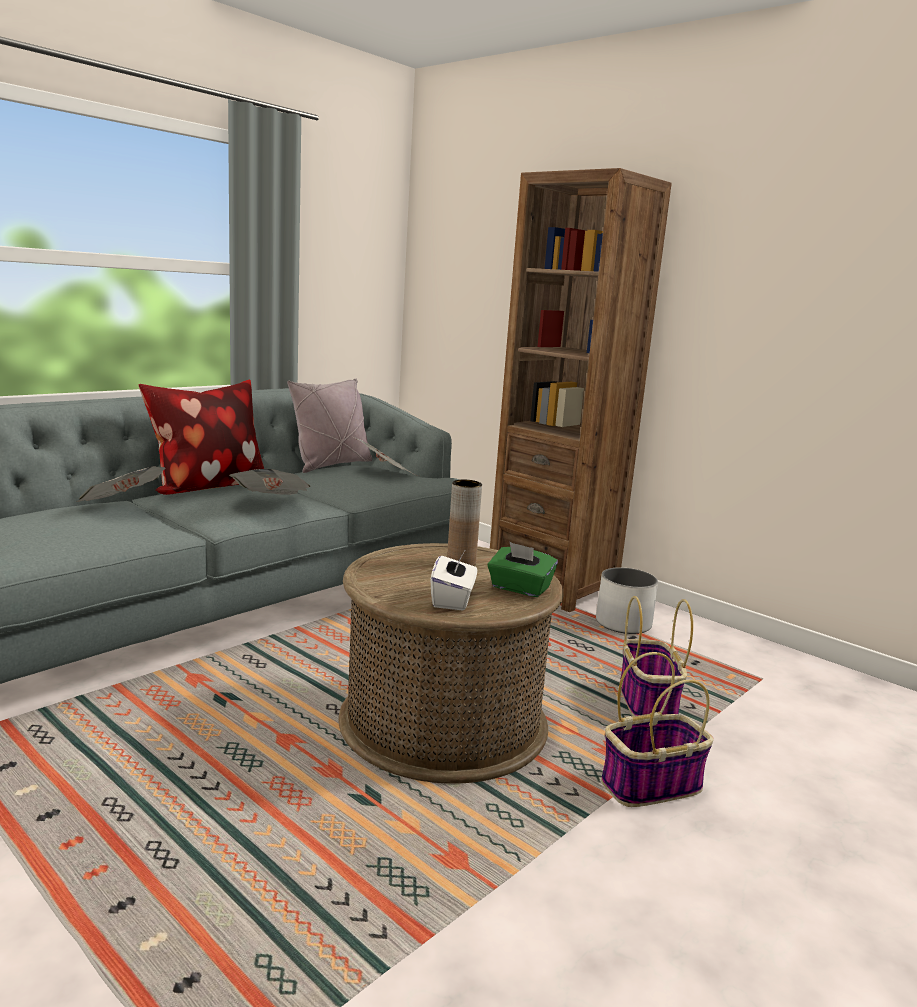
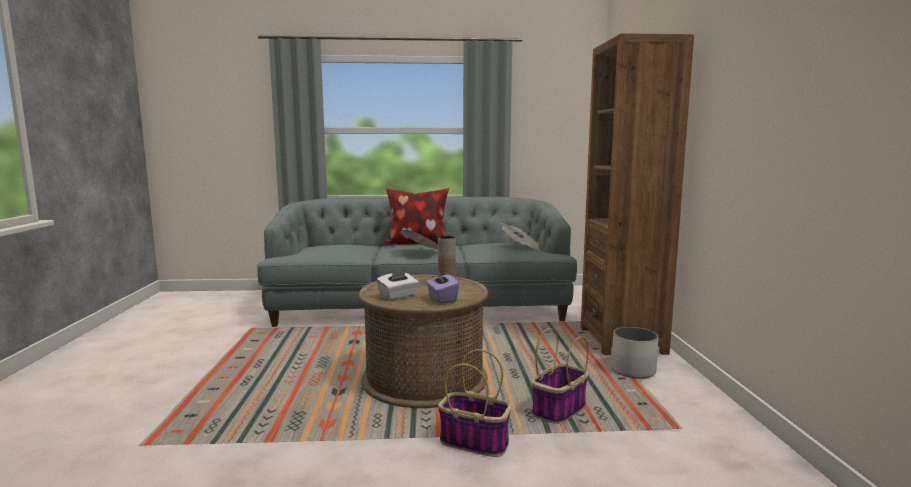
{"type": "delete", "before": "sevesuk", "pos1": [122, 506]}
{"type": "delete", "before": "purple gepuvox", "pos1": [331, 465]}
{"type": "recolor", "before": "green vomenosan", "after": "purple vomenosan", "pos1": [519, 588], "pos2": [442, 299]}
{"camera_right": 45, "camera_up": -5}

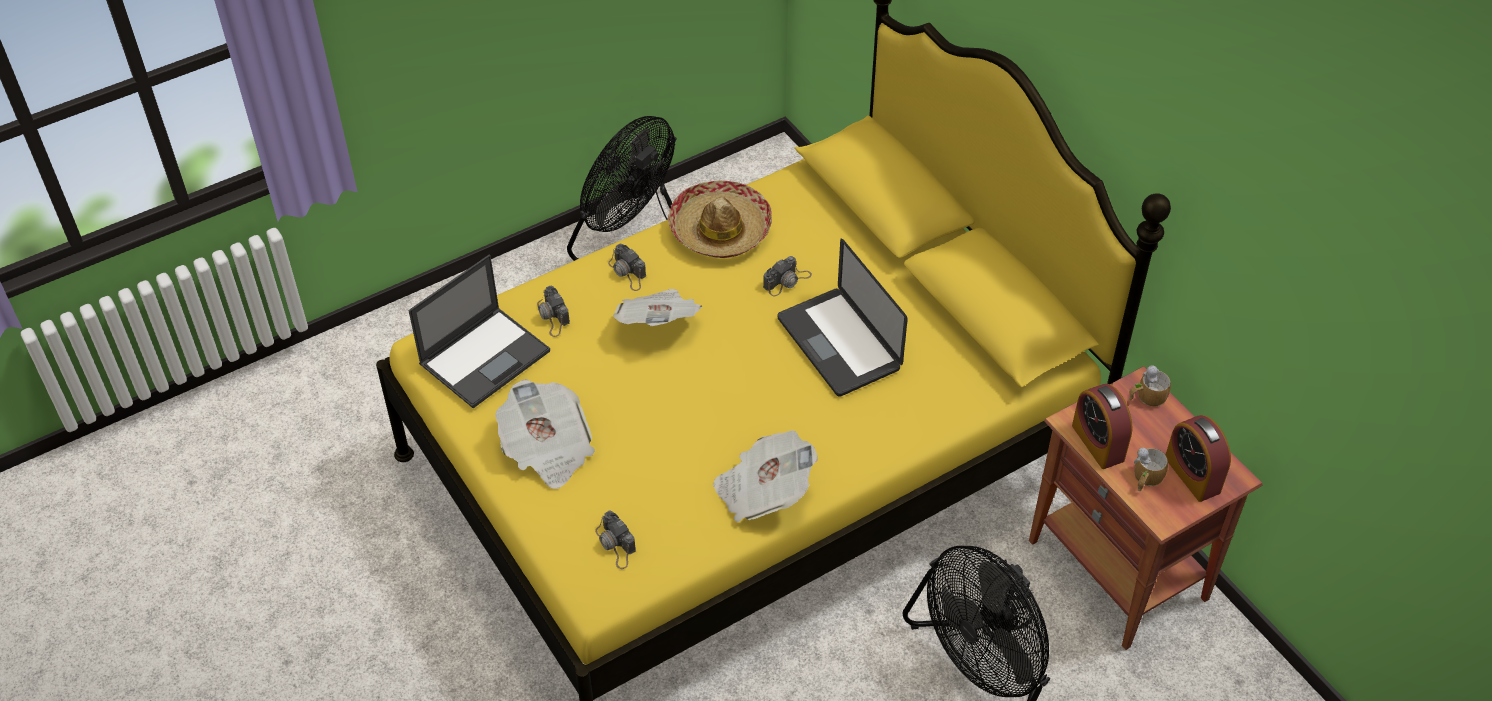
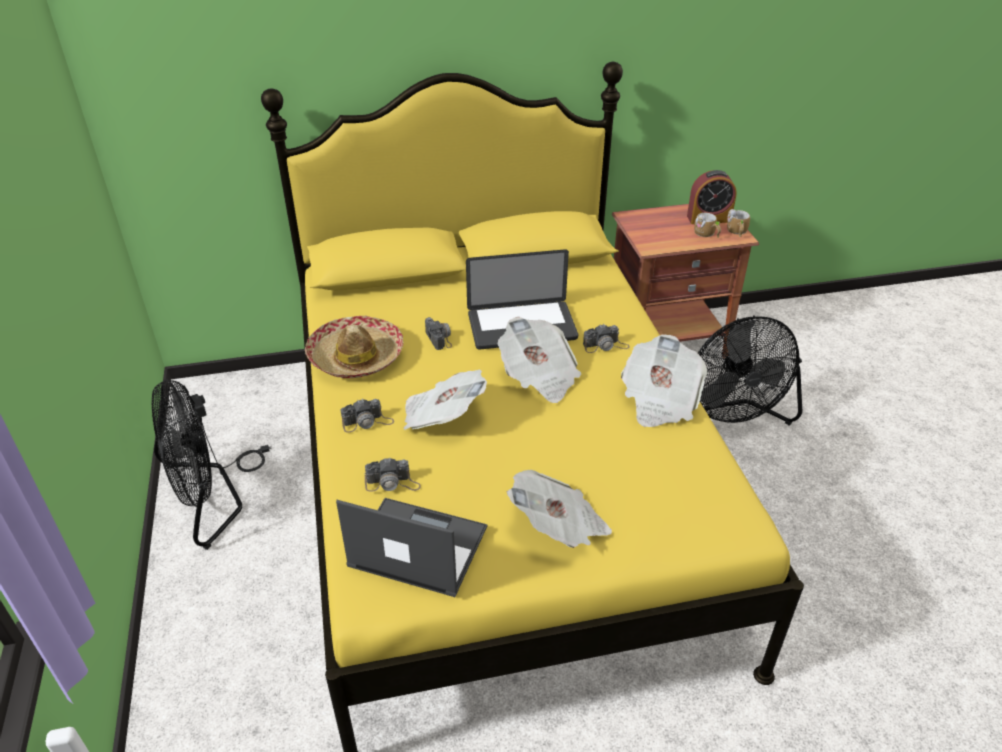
{"type": "delete", "before": "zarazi", "pos1": [1098, 443]}
{"type": "insert", "after": "sevesuk", "pos2": [539, 377]}
{"type": "move", "before": "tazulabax", "pos1": [616, 544], "pos2": [605, 346]}
{"type": "move", "before": "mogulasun", "pos1": [1146, 397], "pos2": [737, 232]}
{"type": "rotate", "before": "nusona", "pos1": [486, 356], "pos2": [416, 546], "turn": -45}
{"camera_right": -70, "camera_up": -10}

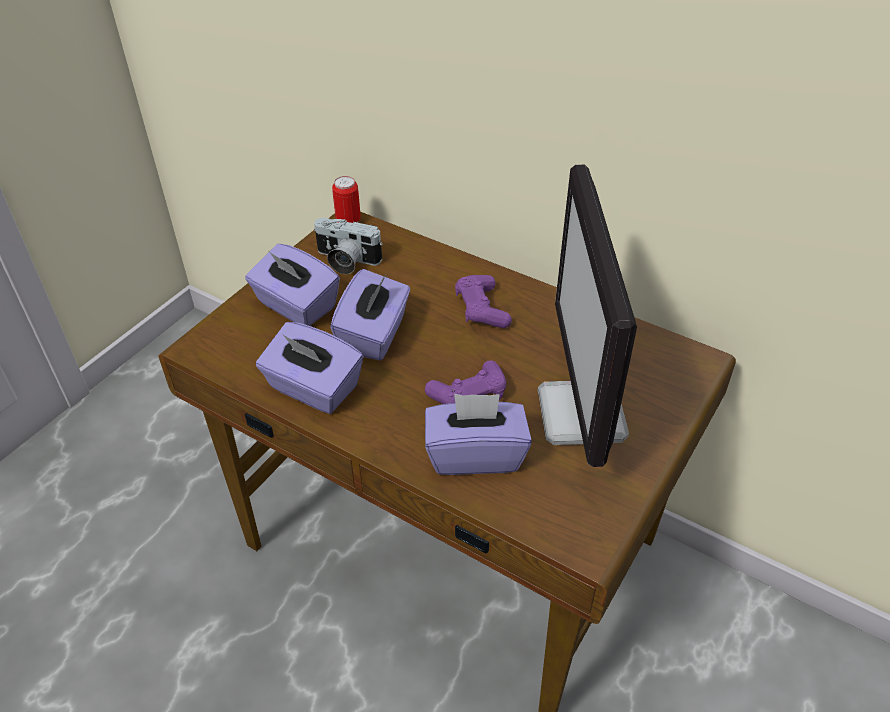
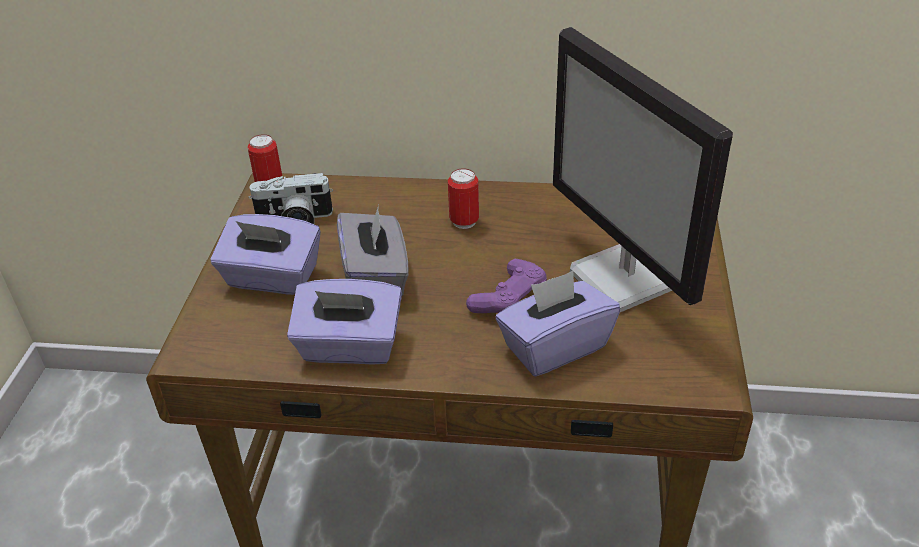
{"type": "replace", "before": "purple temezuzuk", "after": "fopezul", "pos1": [481, 309], "pos2": [464, 222]}
{"type": "recolor", "before": "purple vomenosan", "after": "grey vomenosan", "pos1": [374, 335], "pos2": [376, 278]}
{"camera_right": -25, "camera_up": -5}

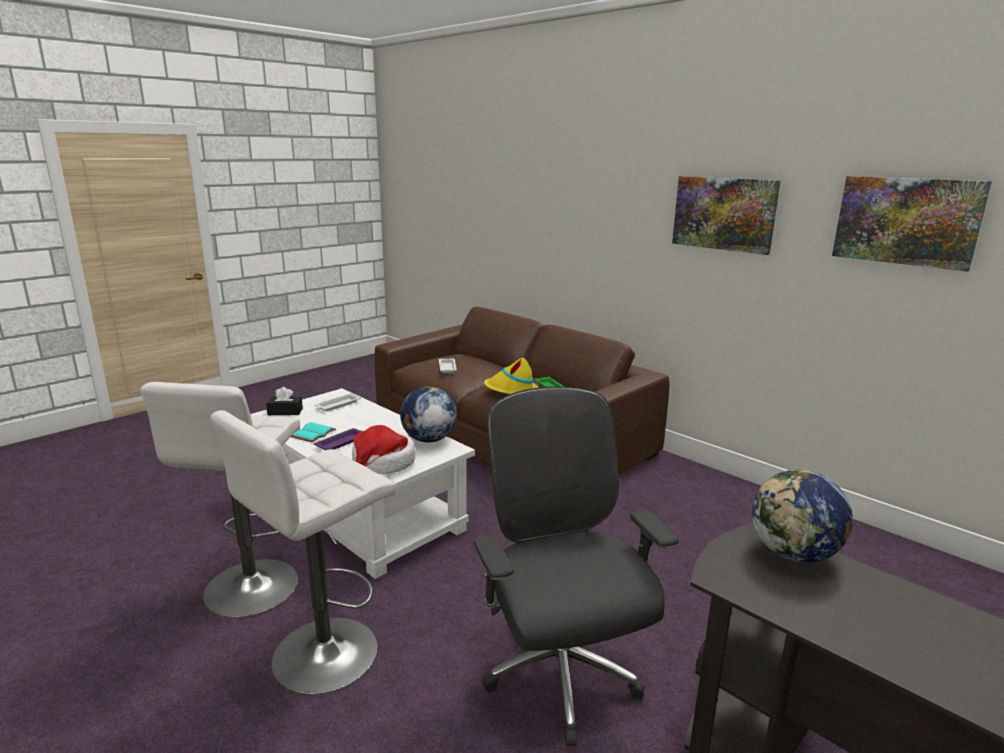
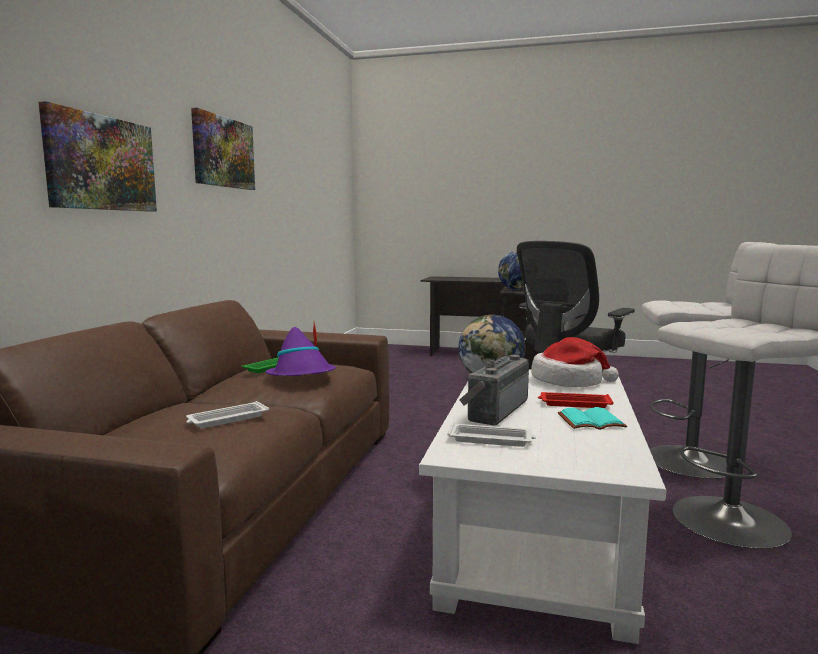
{"type": "delete", "before": "black vomenosan", "pos1": [285, 412]}
{"type": "insert", "after": "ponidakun", "pos2": [494, 410]}
{"type": "move", "before": "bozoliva", "pos1": [906, 221], "pos2": [101, 163]}
{"type": "recolor", "before": "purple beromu", "after": "red beromu", "pos1": [341, 442], "pos2": [574, 404]}
{"type": "recolor", "before": "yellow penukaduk", "after": "purple penukaduk", "pos1": [511, 390], "pos2": [302, 376]}
{"camera_right": -120, "camera_up": -10}

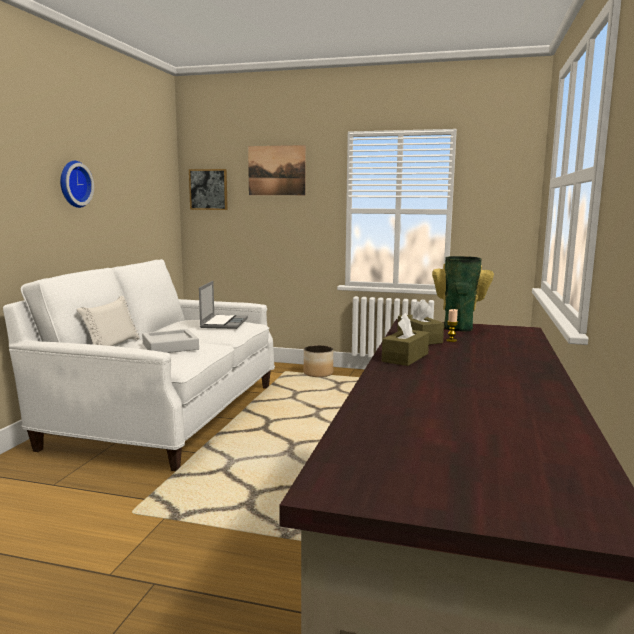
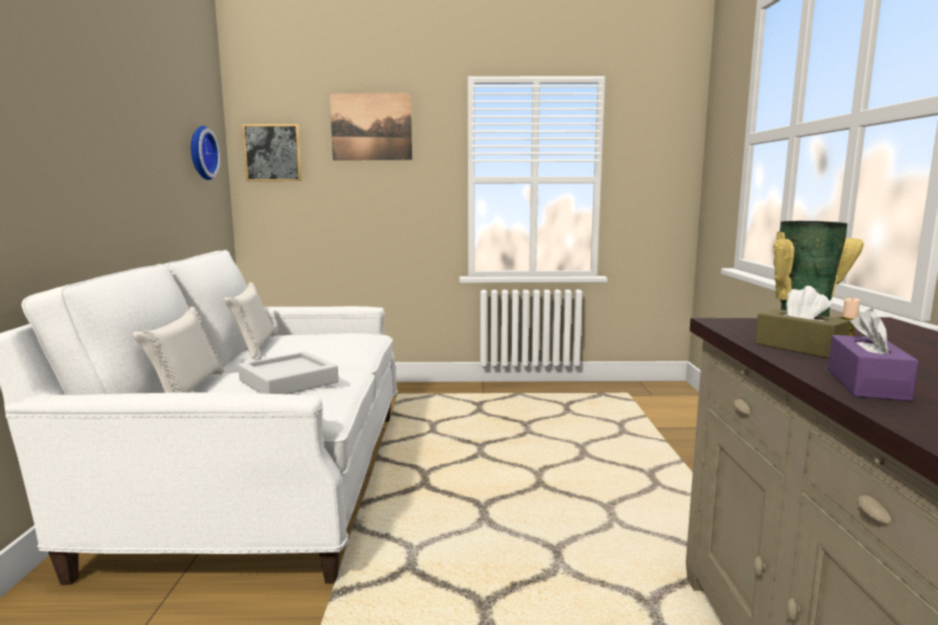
{"type": "delete", "before": "nusona", "pos1": [223, 323]}
{"type": "delete", "before": "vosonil", "pos1": [318, 373]}
{"type": "insert", "after": "white gepuvox", "pos2": [254, 346]}
{"type": "move", "before": "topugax", "pos1": [73, 184], "pos2": [200, 153]}
{"type": "recolor", "before": "brown vomenosan", "after": "purple vomenosan", "pos1": [405, 357], "pos2": [866, 384]}
{"camera_right": -15, "camera_up": 0}

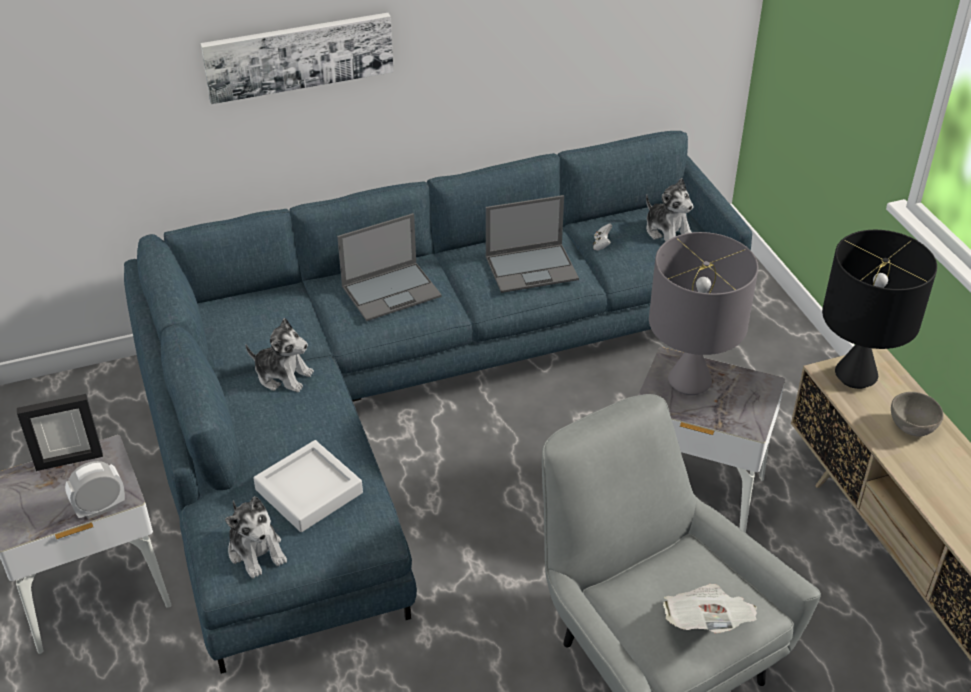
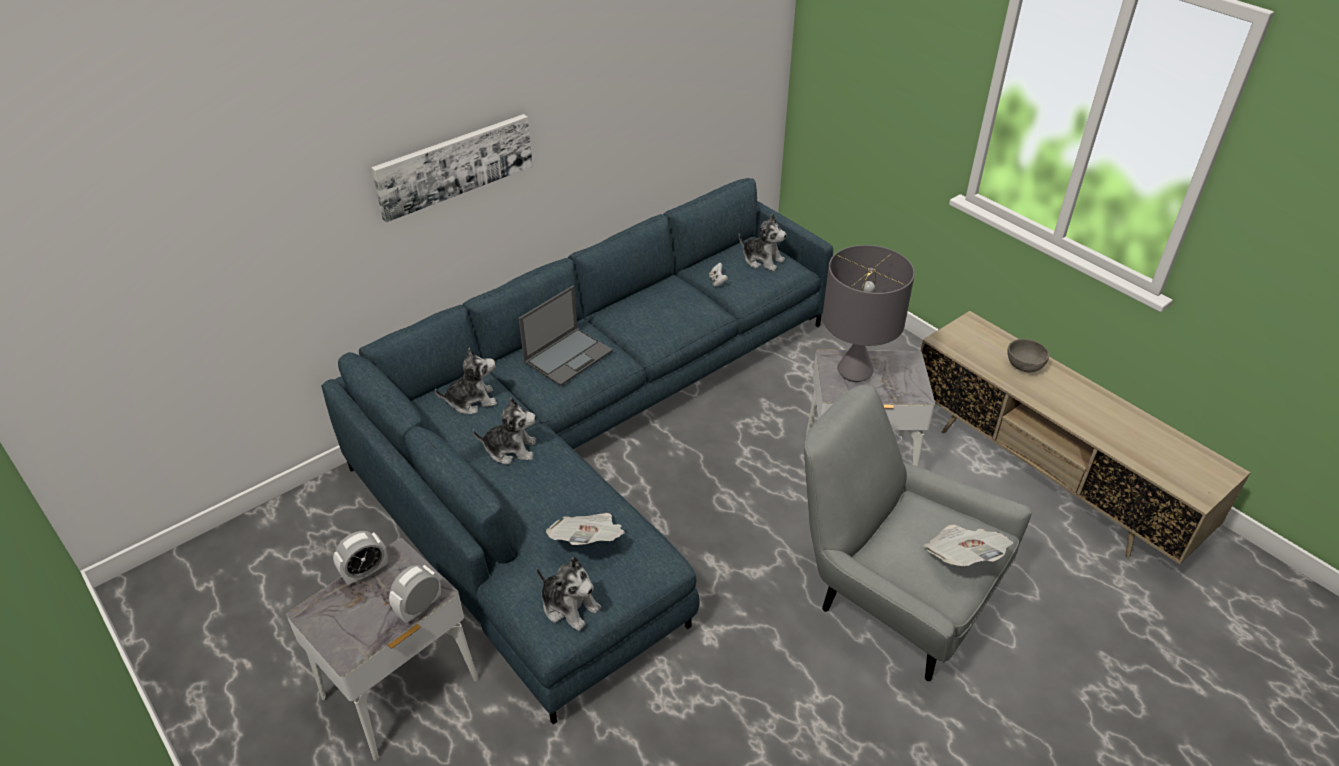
{"type": "delete", "before": "nusona", "pos1": [532, 268]}
{"type": "delete", "before": "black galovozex", "pos1": [855, 377]}
{"type": "insert", "after": "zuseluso", "pos2": [471, 401]}
{"type": "replace", "before": "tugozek", "after": "zarazi", "pos1": [69, 459], "pos2": [365, 573]}
{"type": "replace", "before": "grey beromu", "after": "sevesuk", "pos1": [309, 491], "pos2": [588, 541]}
{"camera_right": -20, "camera_up": 0}

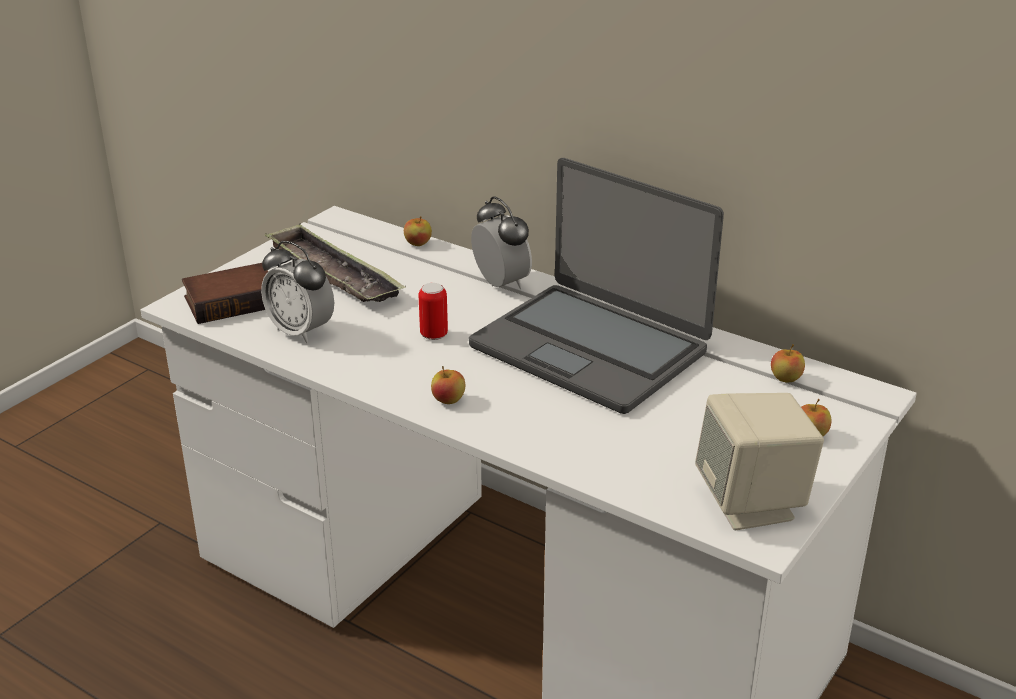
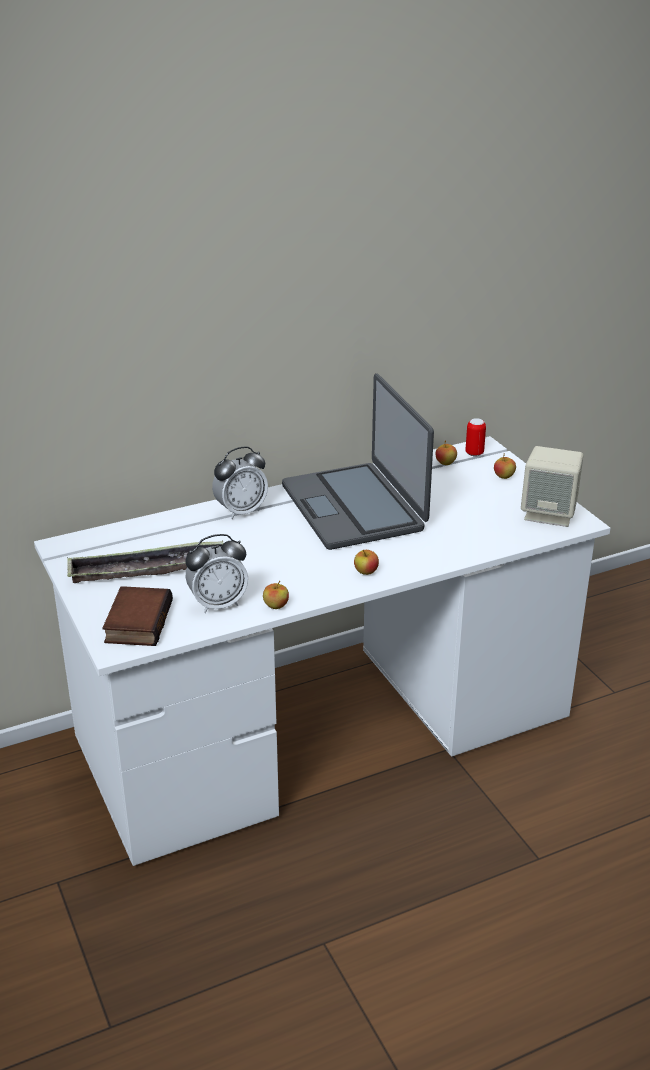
{"type": "move", "before": "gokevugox", "pos1": [418, 243], "pos2": [276, 606]}
{"type": "move", "before": "fopezul", "pos1": [434, 335], "pos2": [474, 453]}
{"type": "rotate", "before": "nusona", "pos1": [590, 348], "pos2": [354, 507], "turn": 90}
{"type": "rotate", "before": "zarazi", "pos1": [501, 284], "pos2": [241, 511], "turn": 150}
{"camera_right": -60, "camera_up": 0}

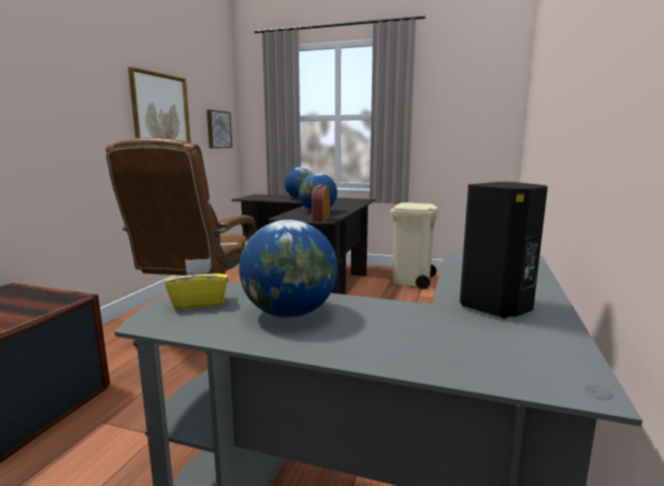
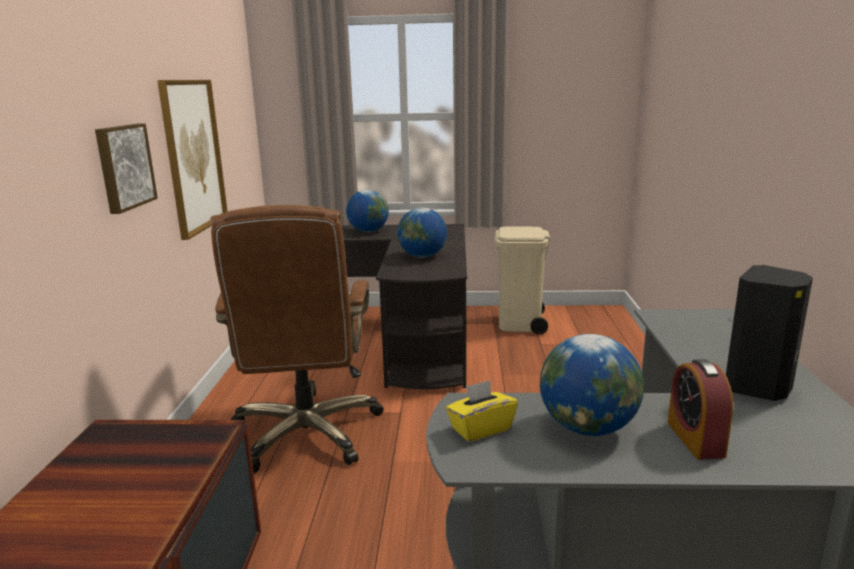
{"type": "move", "before": "bozoliva", "pos1": [218, 129], "pos2": [124, 166]}
{"type": "move", "before": "zarazi", "pos1": [321, 219], "pos2": [695, 439]}
{"camera_right": -15, "camera_up": 5}

